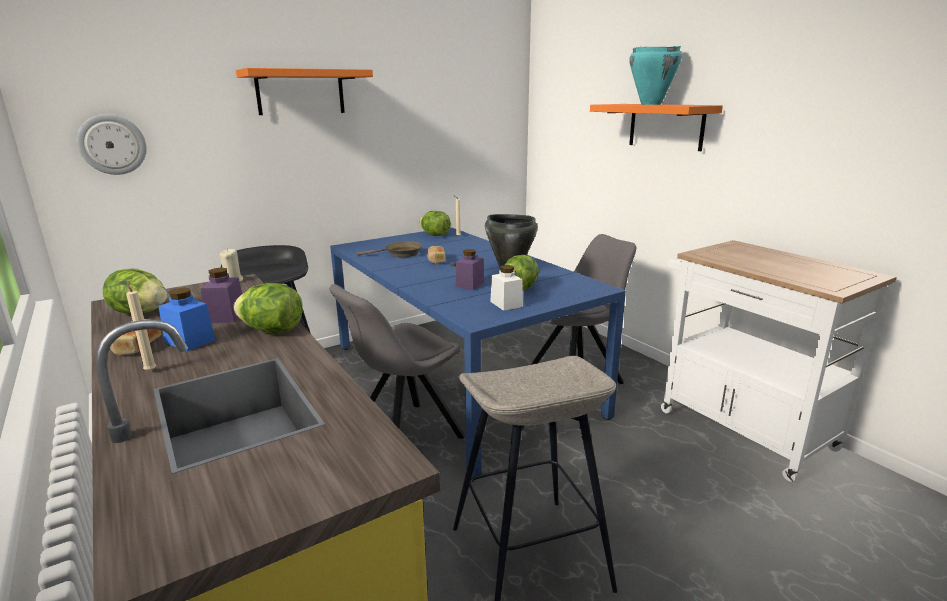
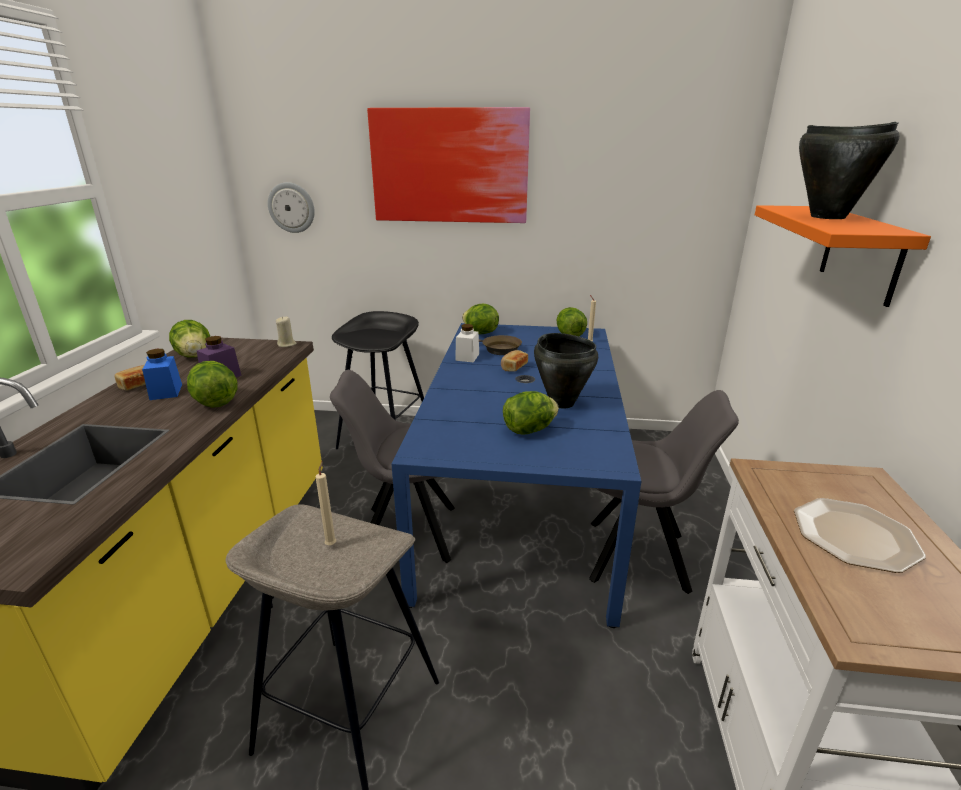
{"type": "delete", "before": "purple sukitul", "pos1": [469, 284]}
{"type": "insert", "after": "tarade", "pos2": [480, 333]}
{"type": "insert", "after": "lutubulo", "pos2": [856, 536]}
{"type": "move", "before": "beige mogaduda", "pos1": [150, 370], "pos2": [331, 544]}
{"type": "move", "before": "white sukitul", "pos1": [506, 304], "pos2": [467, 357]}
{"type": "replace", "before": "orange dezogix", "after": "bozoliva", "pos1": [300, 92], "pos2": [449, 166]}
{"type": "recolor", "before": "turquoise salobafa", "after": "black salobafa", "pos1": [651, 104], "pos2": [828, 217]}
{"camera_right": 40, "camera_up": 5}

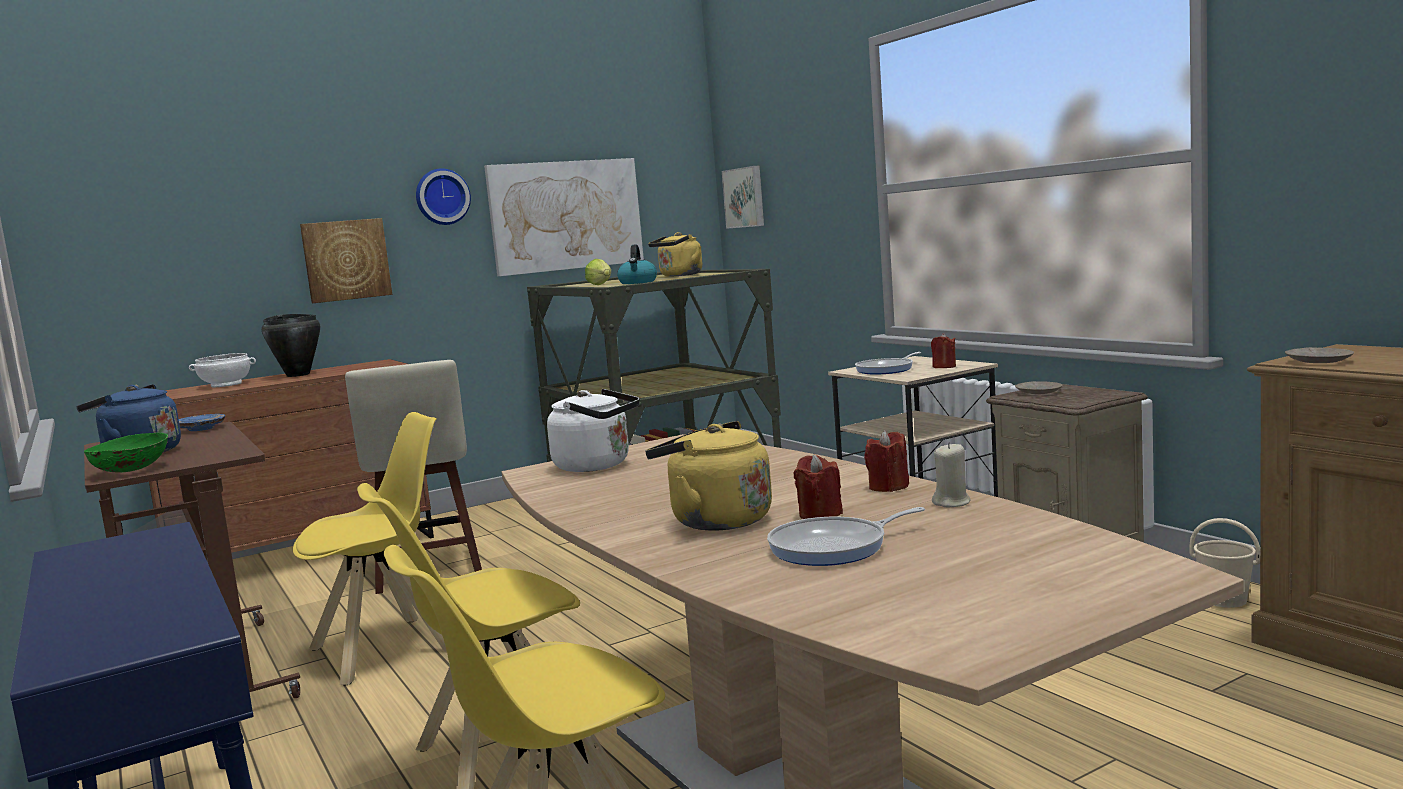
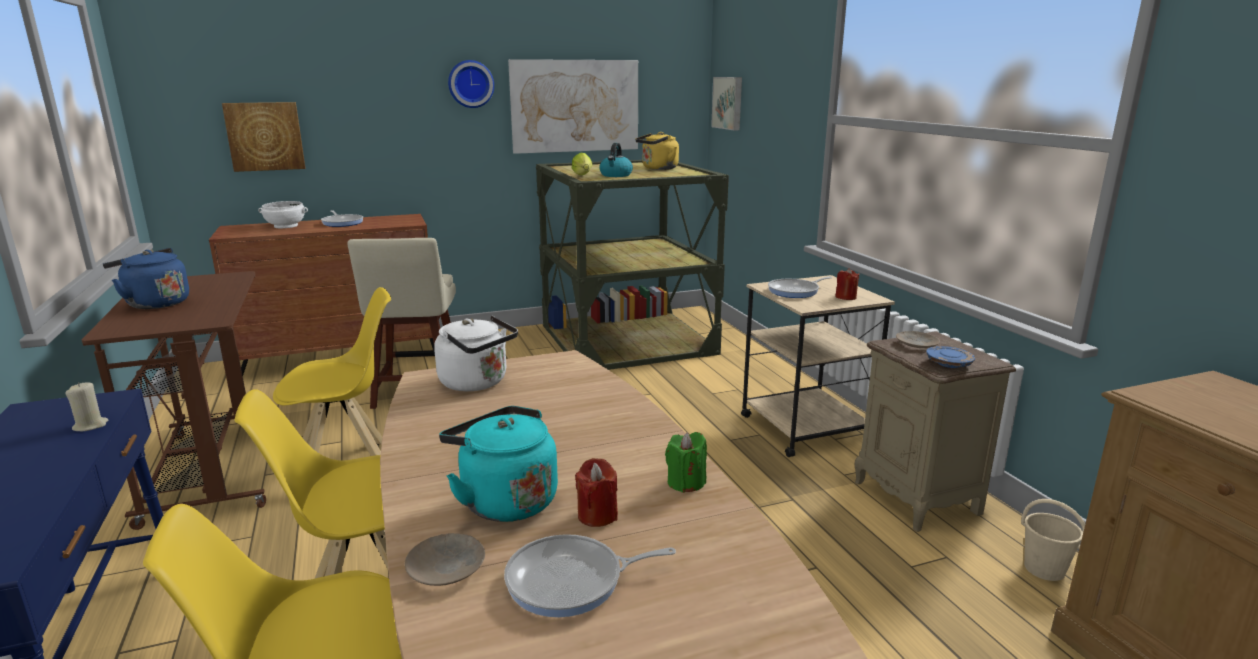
{"type": "delete", "before": "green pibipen", "pos1": [131, 470]}
{"type": "move", "before": "blue lutubulo", "pos1": [201, 429], "pos2": [949, 364]}
{"type": "move", "before": "bozoliva", "pos1": [346, 260], "pos2": [265, 136]}
{"type": "move", "before": "beige mogaduda", "pos1": [952, 503], "pos2": [90, 426]}
{"type": "move", "before": "beige lutubulo", "pos1": [1318, 361], "pos2": [447, 567]}
{"type": "replace", "before": "black salobafa", "after": "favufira", "pos1": [298, 375], "pos2": [342, 223]}
{"type": "recolor", "before": "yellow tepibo", "after": "turquoise tepibo", "pos1": [715, 521], "pos2": [504, 500]}
{"type": "recolor", "before": "red mogaduda", "after": "green mogaduda", "pos1": [888, 487], "pos2": [686, 482]}
{"camera_right": 10, "camera_up": 10}

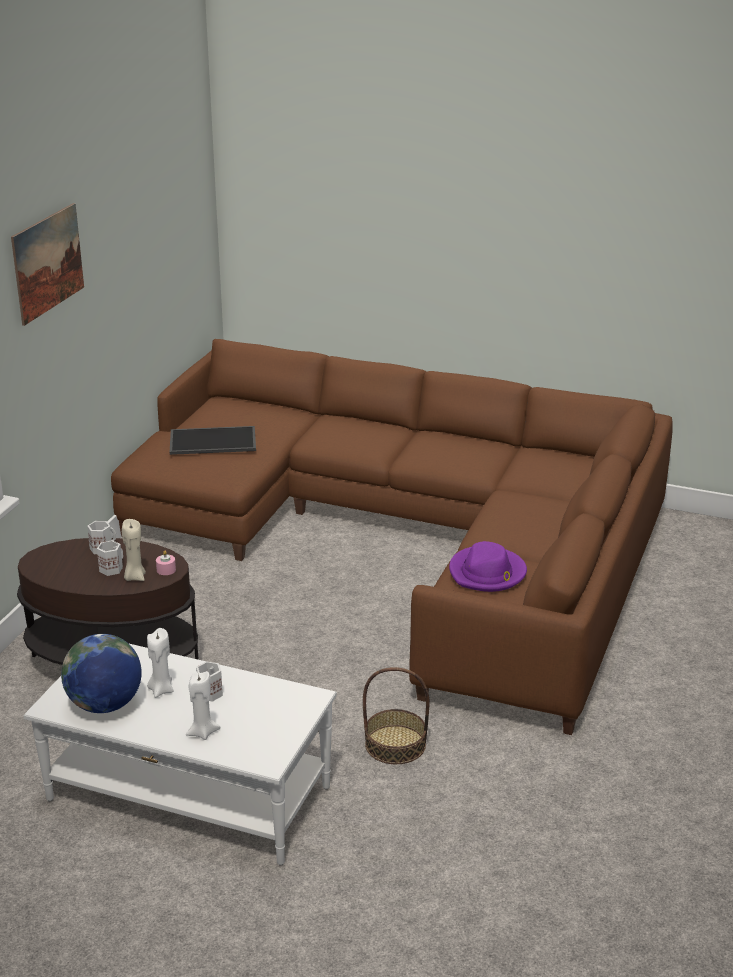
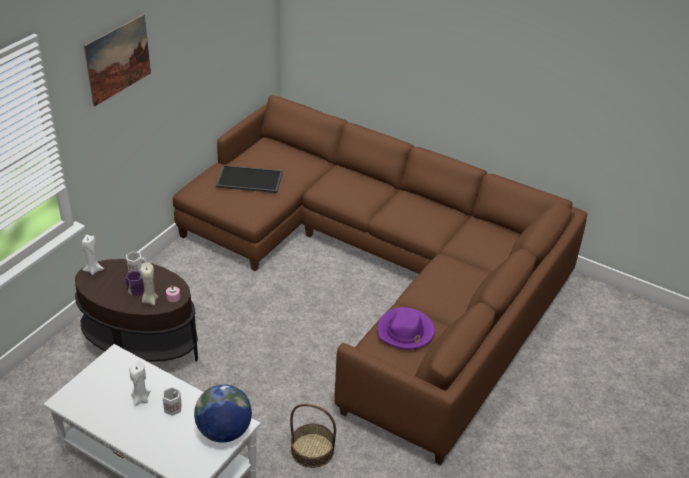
{"type": "move", "before": "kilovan", "pos1": [105, 705], "pos2": [224, 431]}
{"type": "move", "before": "white mogaduda", "pos1": [202, 732], "pos2": [93, 270]}
{"type": "recolor", "before": "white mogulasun", "after": "purple mogulasun", "pos1": [111, 569], "pos2": [136, 290]}
{"camera_right": 10, "camera_up": 10}

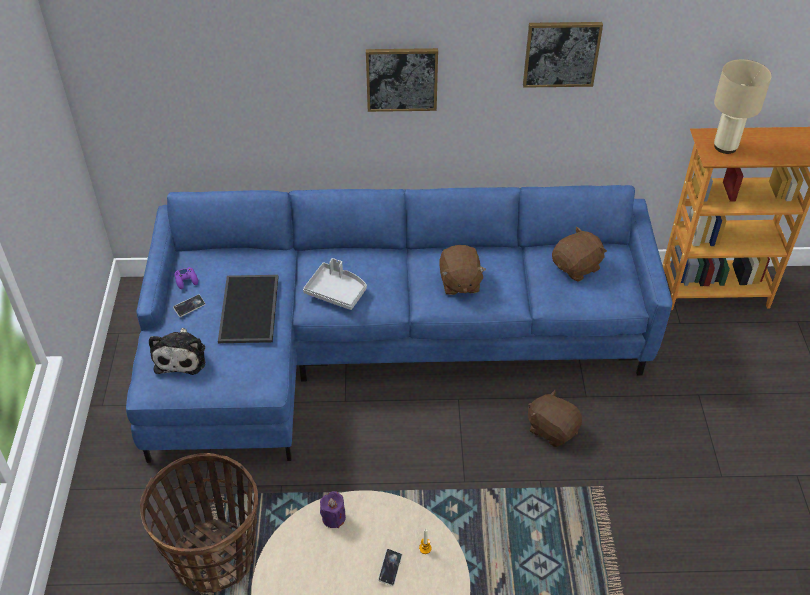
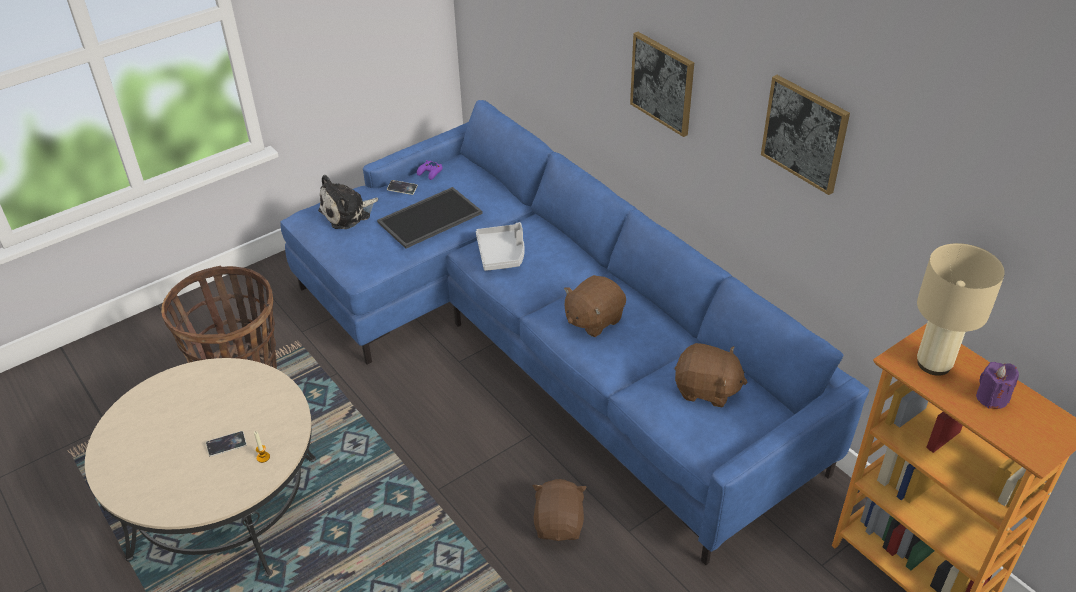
{"type": "move", "before": "purple mogaduda", "pos1": [333, 518], "pos2": [991, 398]}
{"camera_right": 55, "camera_up": -5}

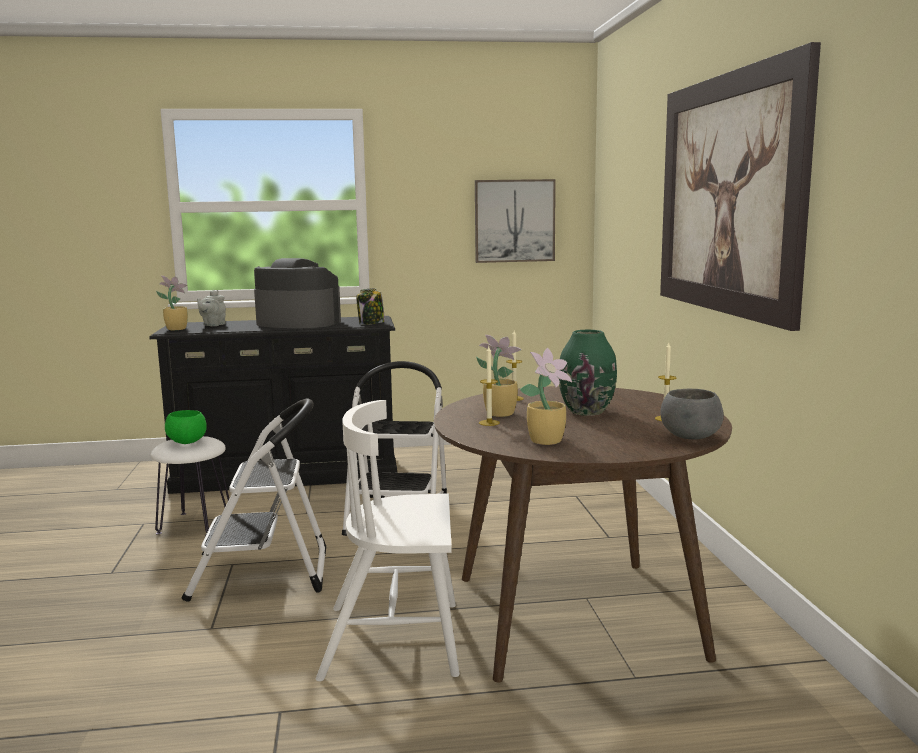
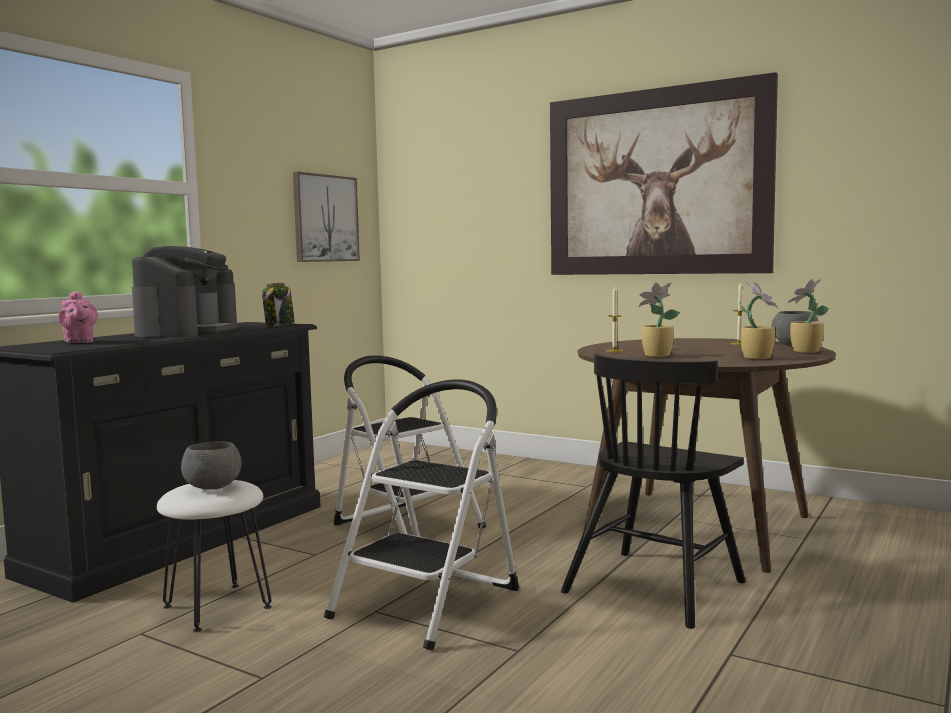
{"type": "delete", "before": "mogaduda", "pos1": [489, 423]}
{"type": "delete", "before": "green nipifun", "pos1": [587, 411]}
{"type": "move", "before": "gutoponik", "pos1": [176, 329], "pos2": [804, 351]}
{"type": "recolor", "before": "green pibipen", "after": "grey pibipen", "pos1": [186, 443], "pos2": [213, 488]}
{"type": "recolor", "before": "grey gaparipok", "after": "pink gaparipok", "pos1": [213, 325], "pos2": [79, 342]}
{"type": "recolor", "before": "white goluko", "after": "black goluko", "pos1": [401, 638], "pos2": [658, 583]}
{"type": "rotate", "before": "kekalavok", "pos1": [297, 323], "pos2": [188, 332], "turn": 135}
{"camera_right": -50, "camera_up": -5}

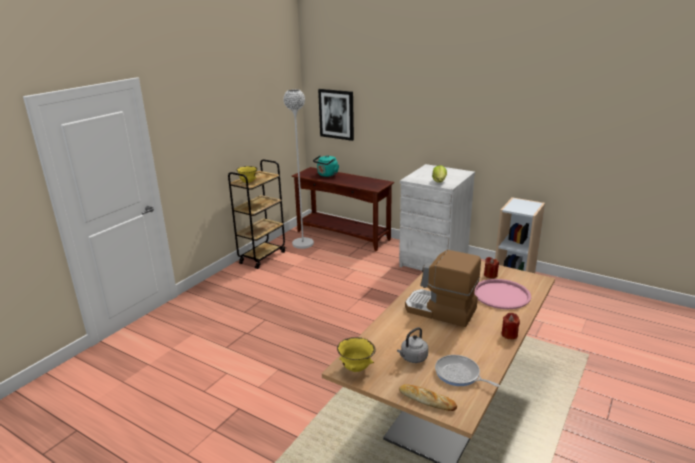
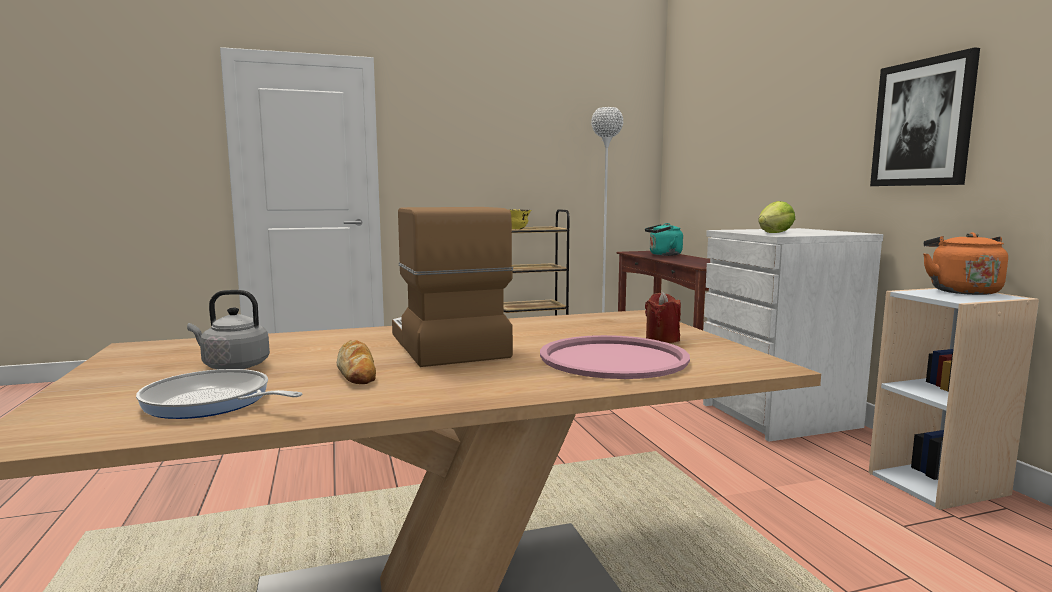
{"type": "delete", "before": "yellow pibipen", "pos1": [356, 369]}
{"type": "delete", "before": "red mogaduda", "pos1": [509, 334]}
{"type": "insert", "after": "orange tepibo", "pos2": [961, 291]}
{"type": "move", "before": "bozoliva", "pos1": [336, 114], "pos2": [922, 123]}
{"type": "move", "before": "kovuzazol", "pos1": [427, 400], "pos2": [357, 369]}
{"type": "rotate", "before": "favufira", "pos1": [459, 375], "pos2": [211, 402], "turn": -60}
{"camera_right": 40, "camera_up": -15}

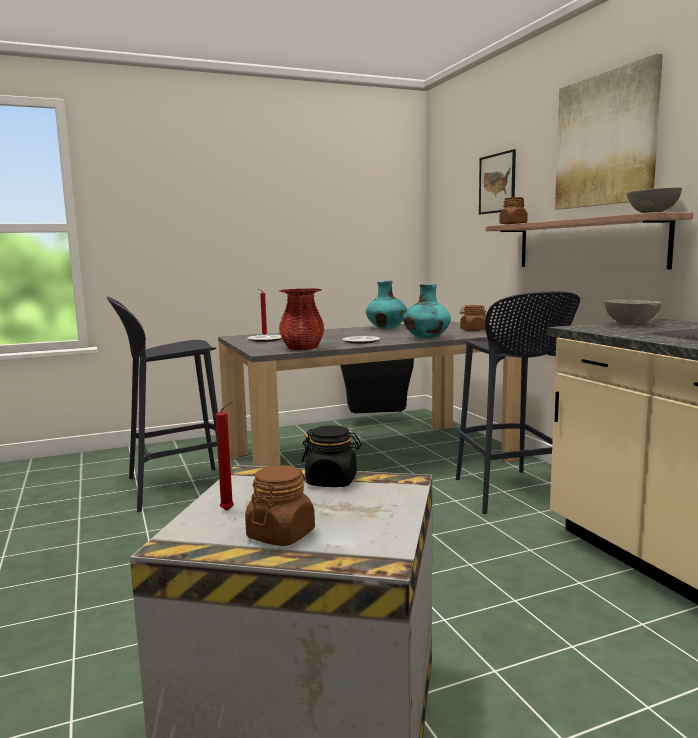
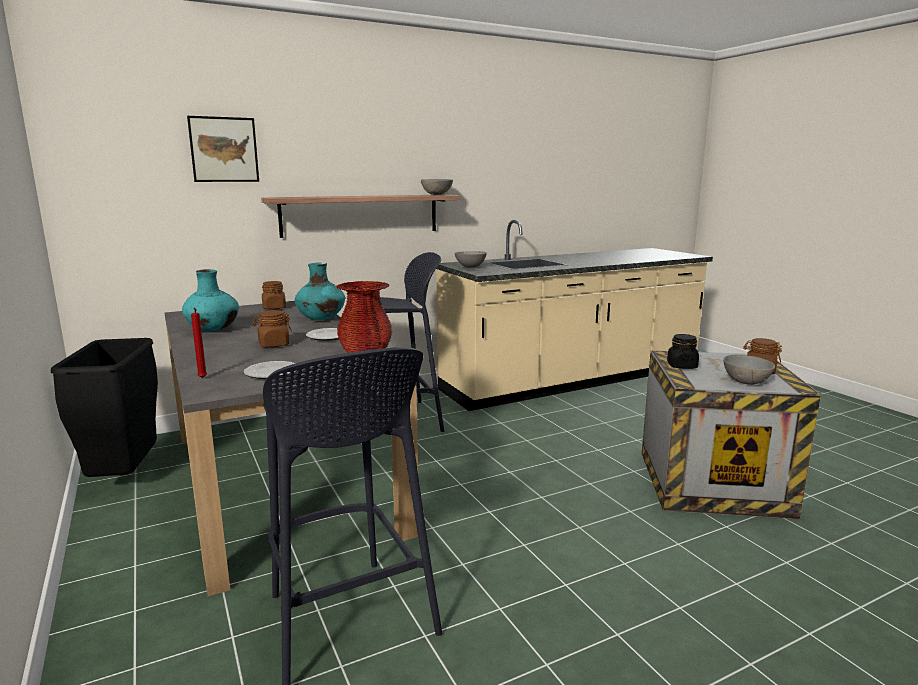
{"type": "delete", "before": "bozoliva", "pos1": [606, 140]}
{"type": "move", "before": "brown sukitul", "pos1": [513, 224], "pos2": [273, 344]}
{"type": "replace", "before": "red mogaduda", "after": "grey pibipen", "pos1": [229, 510], "pos2": [746, 382]}
{"camera_right": -95, "camera_up": 5}

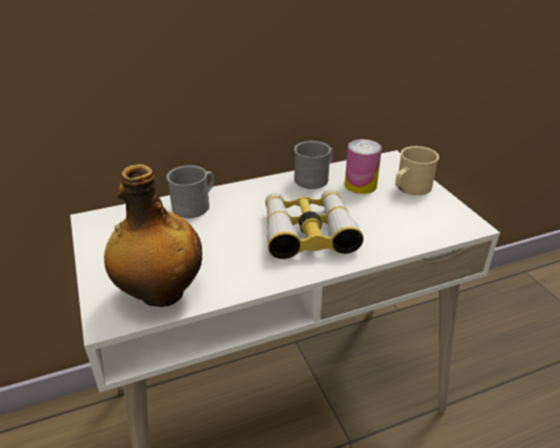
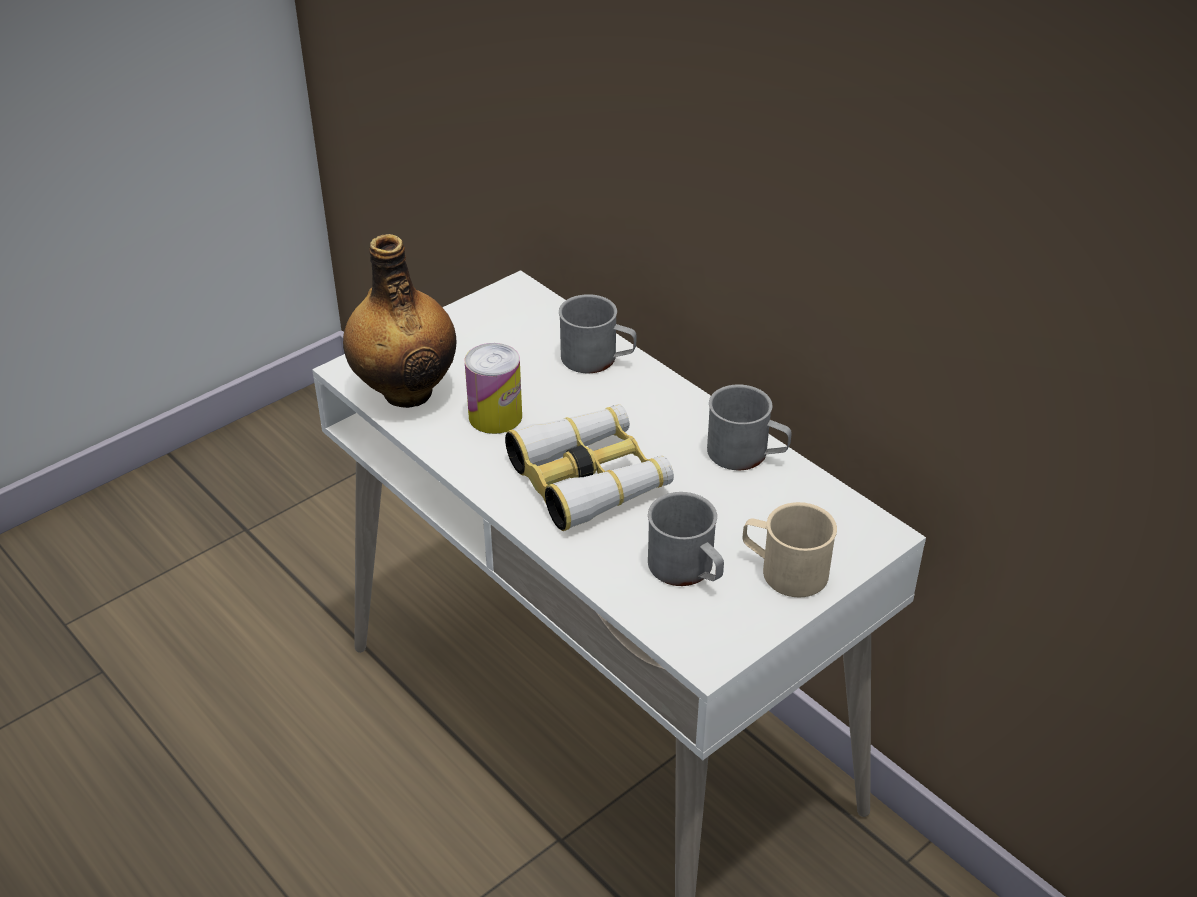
{"type": "insert", "after": "grey mogulasun", "pos2": [687, 570]}
{"type": "move", "before": "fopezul", "pos1": [360, 185], "pos2": [495, 416]}
{"camera_right": 70, "camera_up": 5}

